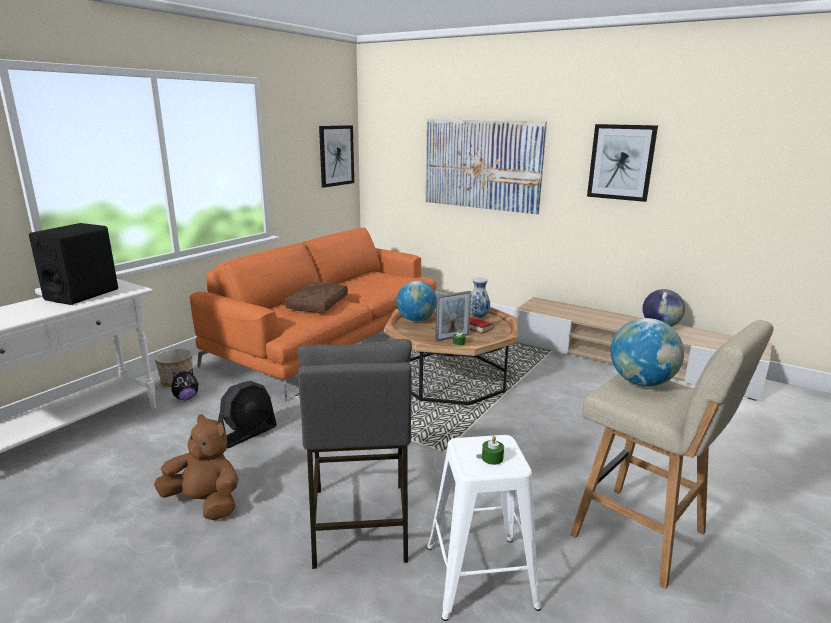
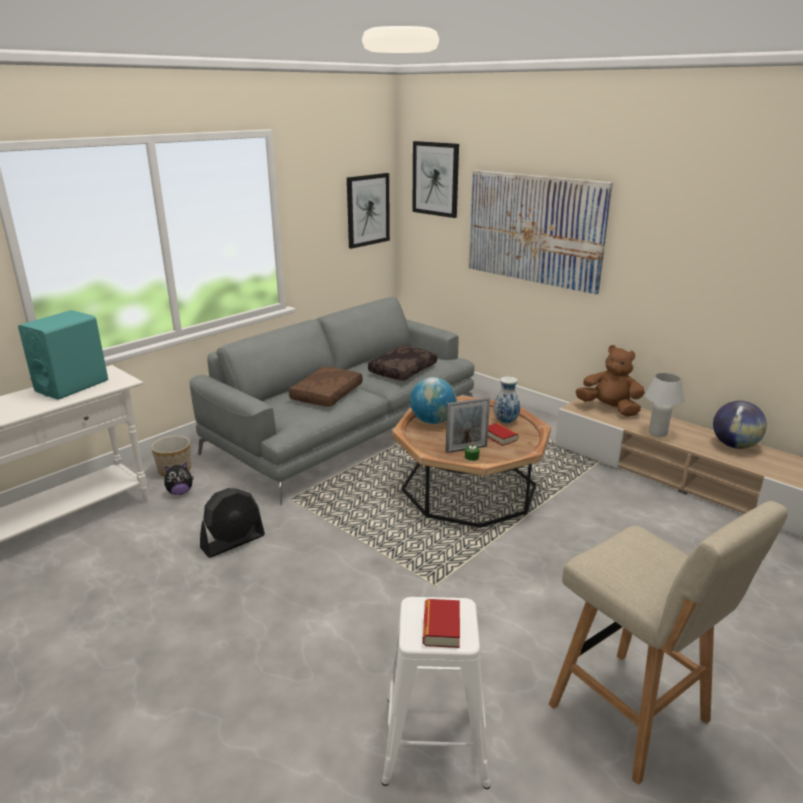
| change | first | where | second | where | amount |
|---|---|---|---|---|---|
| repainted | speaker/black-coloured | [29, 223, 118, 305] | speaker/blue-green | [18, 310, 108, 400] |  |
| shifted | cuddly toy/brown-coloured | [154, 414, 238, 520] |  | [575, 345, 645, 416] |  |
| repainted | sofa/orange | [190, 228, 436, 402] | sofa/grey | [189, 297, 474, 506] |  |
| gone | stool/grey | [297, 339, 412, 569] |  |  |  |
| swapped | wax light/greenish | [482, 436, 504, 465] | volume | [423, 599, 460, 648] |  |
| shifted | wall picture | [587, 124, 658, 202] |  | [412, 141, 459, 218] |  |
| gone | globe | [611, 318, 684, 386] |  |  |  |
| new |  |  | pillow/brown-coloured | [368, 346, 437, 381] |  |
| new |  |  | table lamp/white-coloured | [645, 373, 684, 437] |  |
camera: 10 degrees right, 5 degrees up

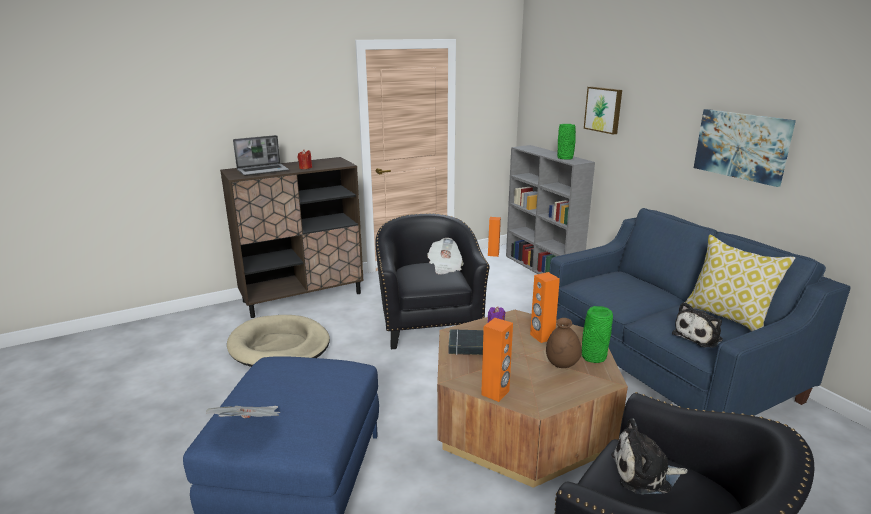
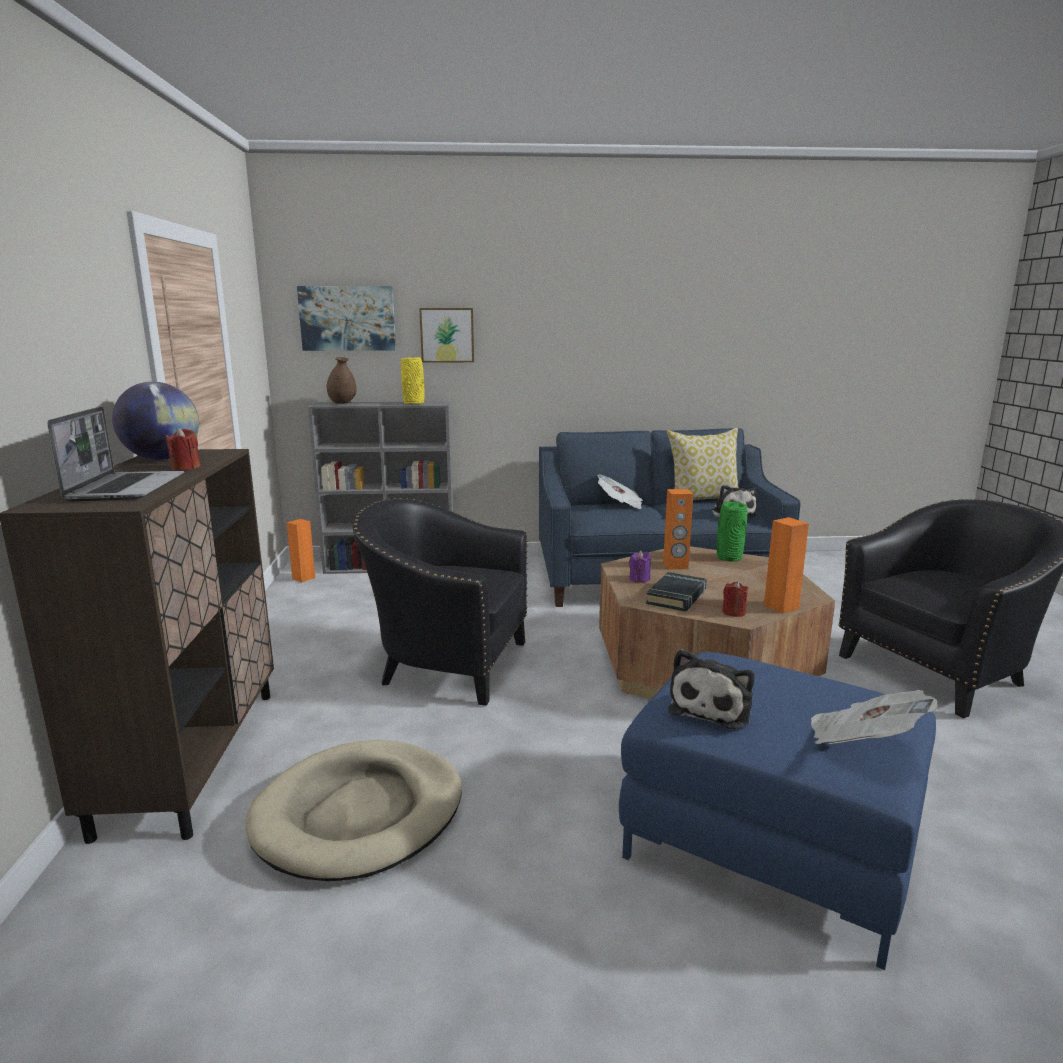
| change | first | where | second | where | amount |
|---|---|---|---|---|---|
| shifted | printed paper | [427, 238, 464, 274] |  | [597, 474, 643, 509] |  |
| shifted | flower vase/brown-coloured | [546, 318, 582, 368] |  | [327, 357, 357, 404] |  |
| repainted | flower vase/greenish | [557, 124, 576, 160] | flower vase/yellowish | [401, 357, 425, 404] |  |
| shifted | cuddly toy | [611, 418, 688, 494] |  | [668, 649, 755, 729] |  |
| shifted | wall picture | [694, 109, 796, 187] |  | [297, 286, 396, 351] |  |
| new |  |  | globe | [112, 382, 199, 460] |  |
| new |  |  | wax light/red | [722, 581, 749, 617] |  |
camera: 65 degrees left, 5 degrees down

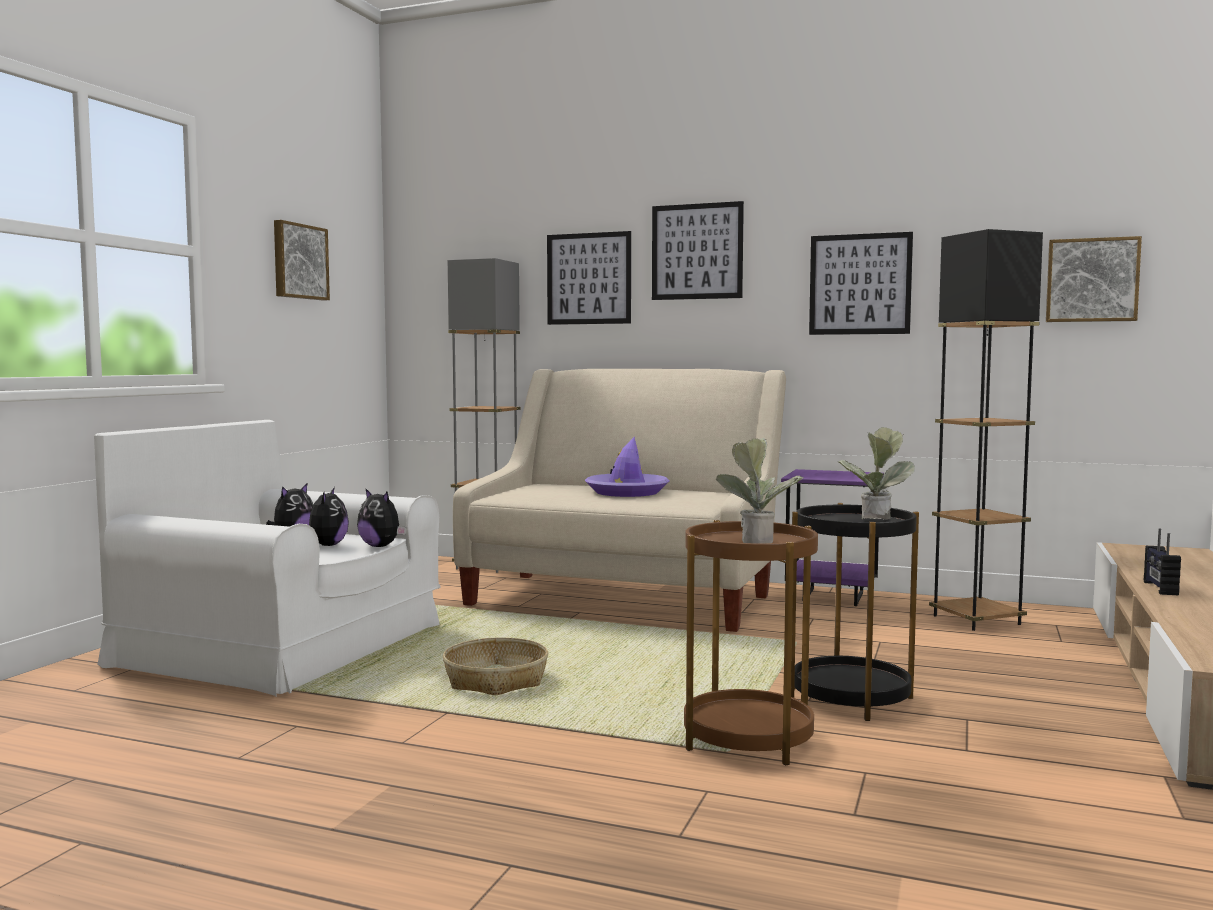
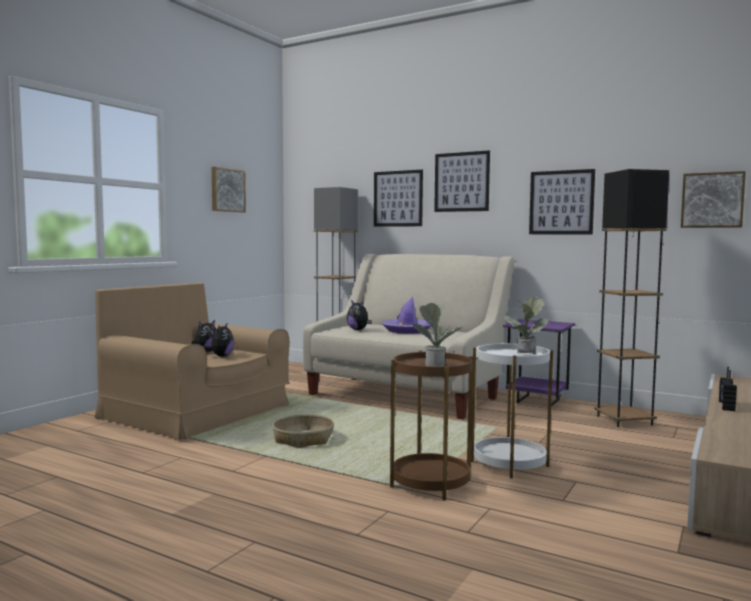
| change | first | where | second | where | amount |
|---|---|---|---|---|---|
| repainted | easy chair/white-coloured | [94, 420, 441, 696] | easy chair/brown-coloured | [94, 283, 290, 440] |  |
| shifted | cuddly toy | [357, 489, 406, 547] |  | [347, 300, 372, 330] |  |
| repainted | side table/black-coloured | [791, 503, 919, 721] | side table/white-coloured | [471, 342, 553, 478] |  |
camera: 10 degrees right, 0 degrees up

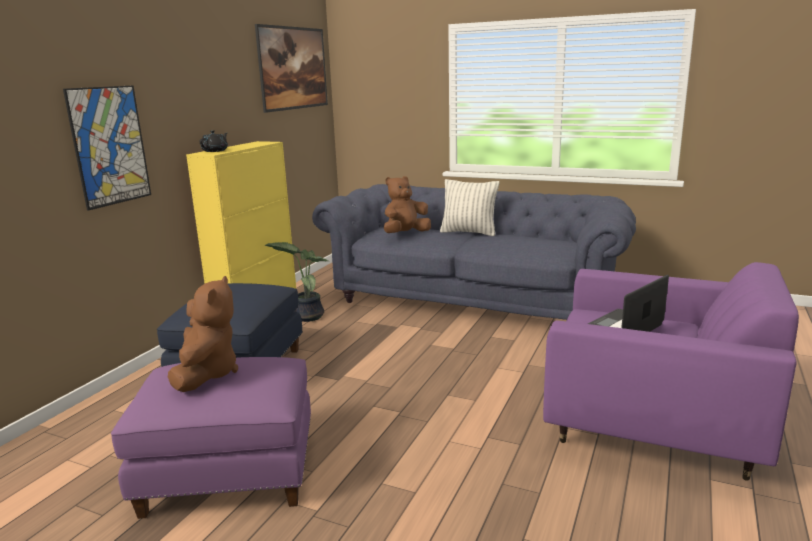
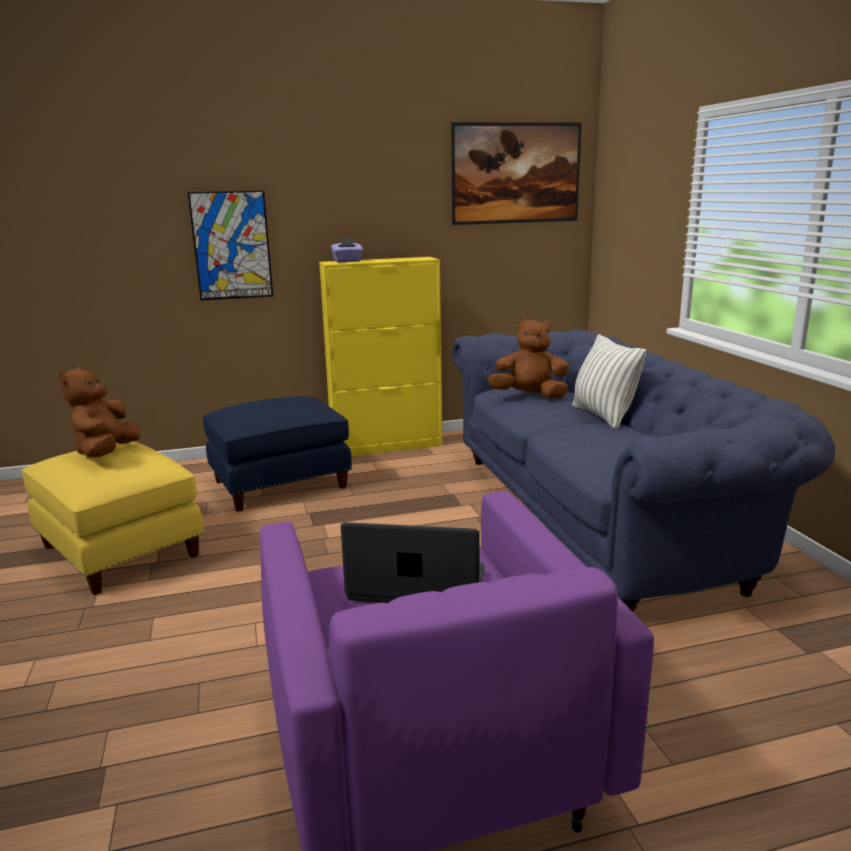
| change | first | where | second | where | amount |
|---|---|---|---|---|---|
| repainted | pouffe/purple-coloured | [111, 357, 311, 519] | pouffe/yellowish | [22, 441, 204, 595] |  |
| rotated | cuddly toy/brown-coloured | [168, 276, 238, 392] |  | [59, 366, 140, 457] | 135 degrees clockwise |
| swapped | teapot/black-coloured | [199, 130, 228, 152] | tissue box/purple-coloured | [331, 238, 363, 262] |  |
| gone | plant in a pot | [265, 242, 328, 322] |  |  |  |
camera: 50 degrees right, 0 degrees up

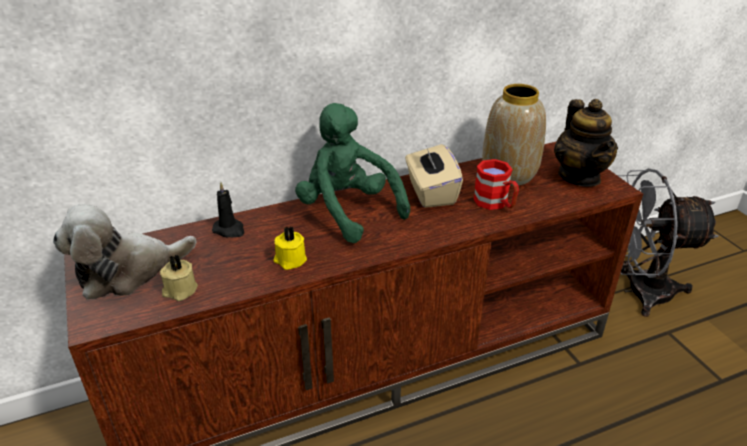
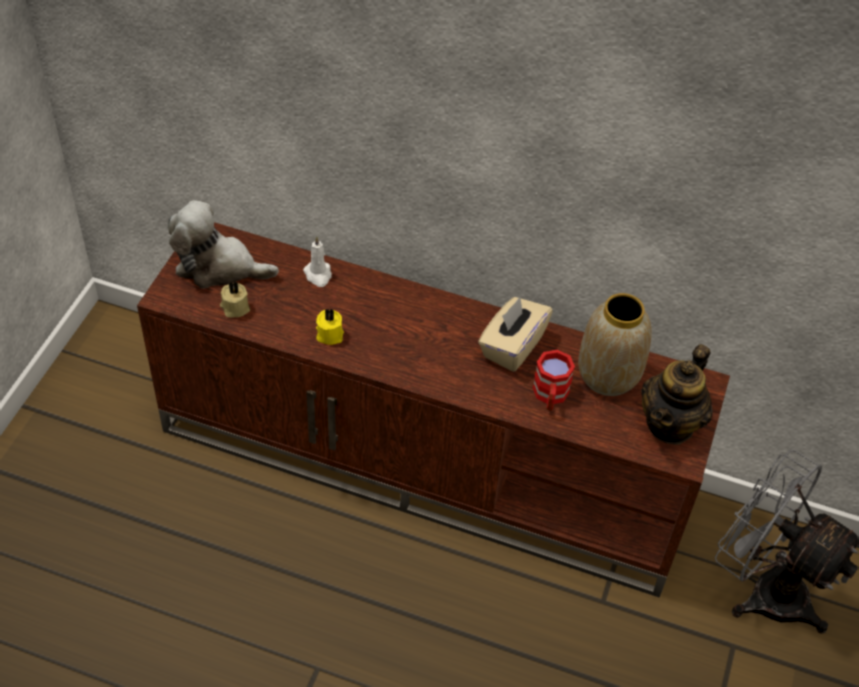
| change | first | where | second | where | amount |
|---|---|---|---|---|---|
| repainted | wax light/black-coloured | [212, 182, 244, 238] | wax light/white-coloured | [303, 236, 332, 287] |  |
| gone | cuddly toy/greenish | [295, 103, 410, 243] |  |  |  |
camera: 40 degrees right, 15 degrees up

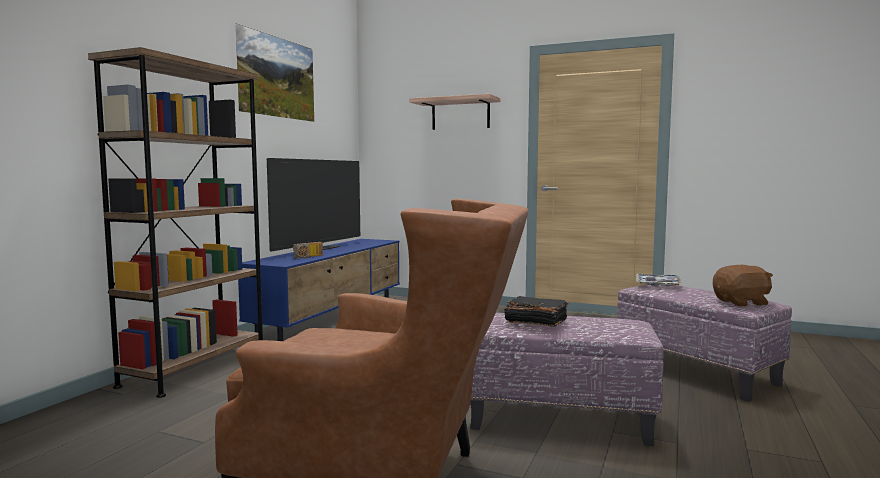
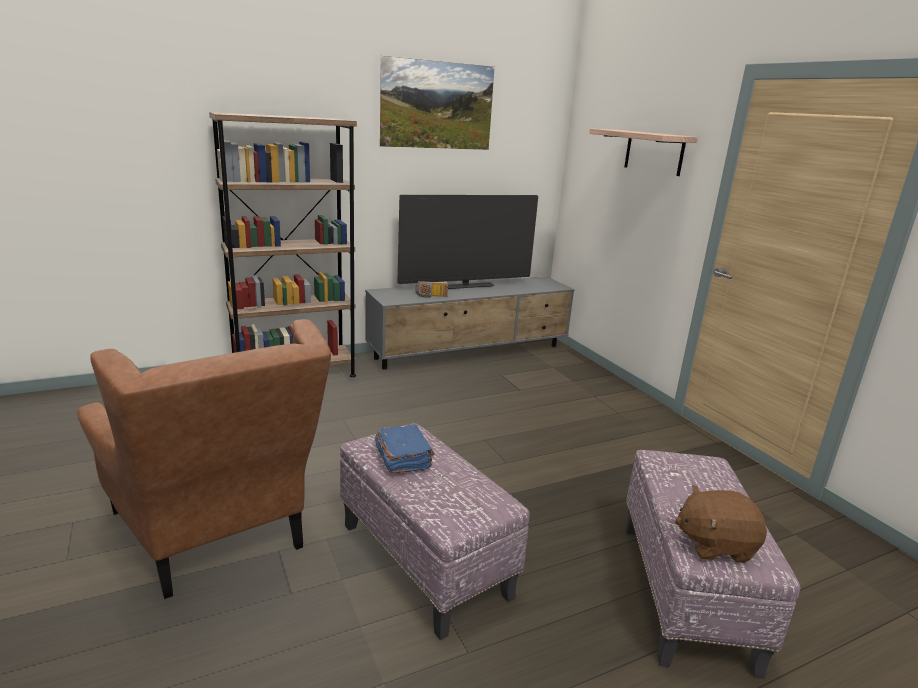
| change | first | where | second | where | amount |
|---|---|---|---|---|---|
| repainted | tv stand/bluish | [238, 239, 400, 341] | tv stand/grey | [365, 276, 575, 369] |  |
| repainted | volume/black-coloured | [504, 296, 568, 327] | volume/bluish | [375, 424, 435, 474] |  |
| gone | serving tray | [636, 274, 682, 286] |  |  |  |
| rotated | cuddly toy/brown-coloured | [713, 265, 773, 306] |  | [675, 485, 767, 563] | 150 degrees clockwise |
camera: 40 degrees right, 15 degrees up

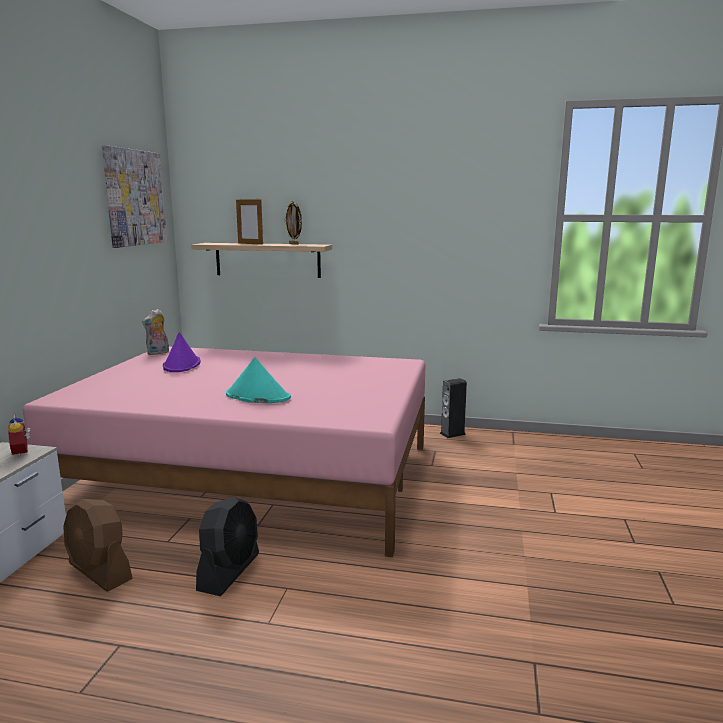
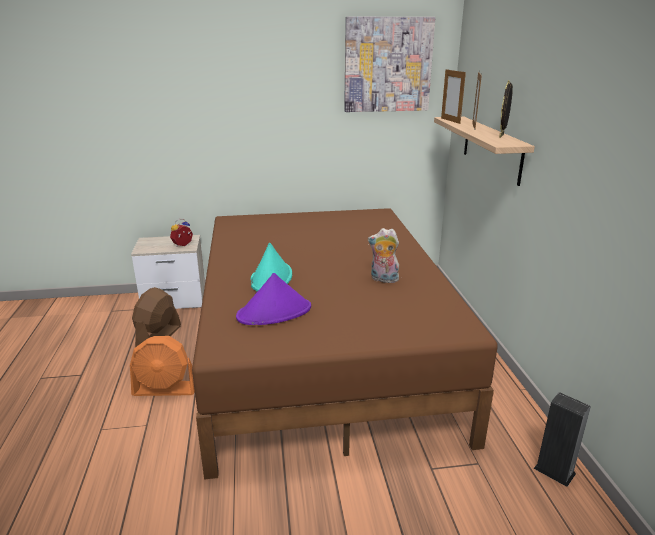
| change | first | where | second | where | amount |
|---|---|---|---|---|---|
| repainted | sleeping bed/pink-coloured | [23, 347, 425, 557] | sleeping bed/brown-coloured | [192, 208, 498, 480] |  |
| shifted | cuddly toy | [142, 309, 169, 355] |  | [368, 228, 399, 283] |  |
| shifted | hat/purple-coloured | [163, 332, 201, 372] |  | [236, 273, 311, 325] |  |
| repainted | cooling fan/black-coloured | [196, 497, 259, 596] | cooling fan/orange | [130, 336, 195, 396] |  |
| new |  |  | standing frame | [441, 68, 466, 124] |  |
camera: 70 degrees right, 10 degrees up

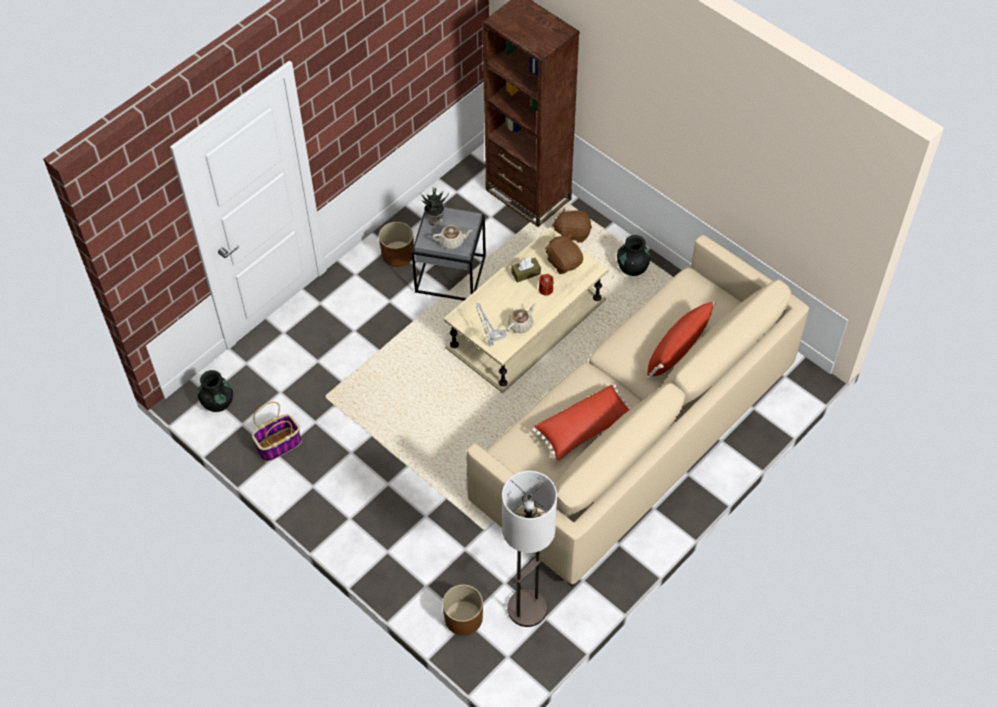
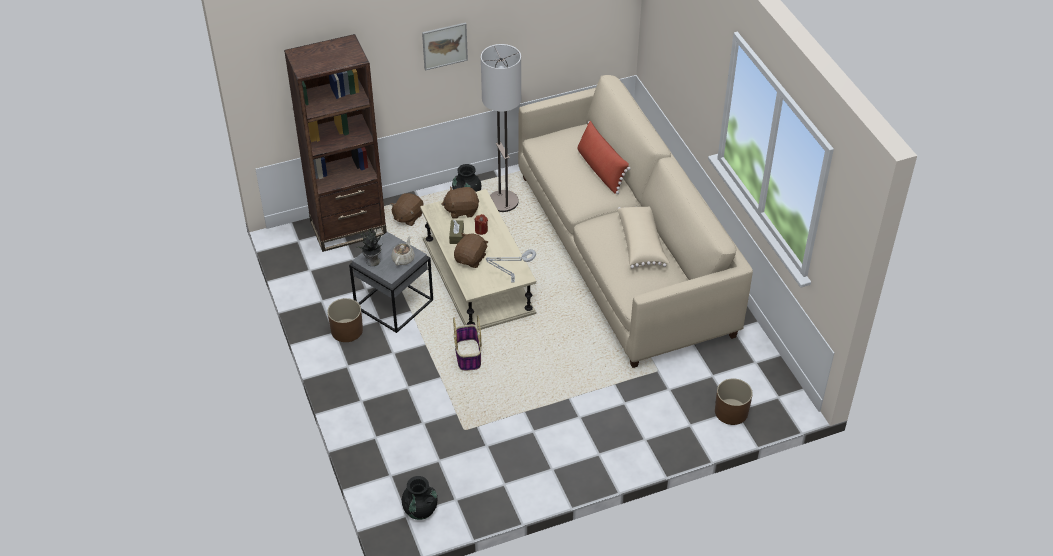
| change | first | where | second | where | amount |
|---|---|---|---|---|---|
| shifted | basket | [252, 402, 302, 462] |  | [453, 315, 482, 371] |  |
| shifted | floor lamp | [502, 471, 557, 627] |  | [481, 44, 521, 212] |  |
| gone | teapot/beige | [506, 303, 536, 333] |  |  |  |
| repainted | pillow/red | [532, 384, 632, 461] | pillow/beige | [618, 207, 669, 269] |  |
| new |  |  | wall picture | [422, 22, 468, 71] |  |
| new |  |  | cuddly toy/brown-coloured | [454, 233, 488, 268] |  |
camera: 65 degrees left, 10 degrees down

